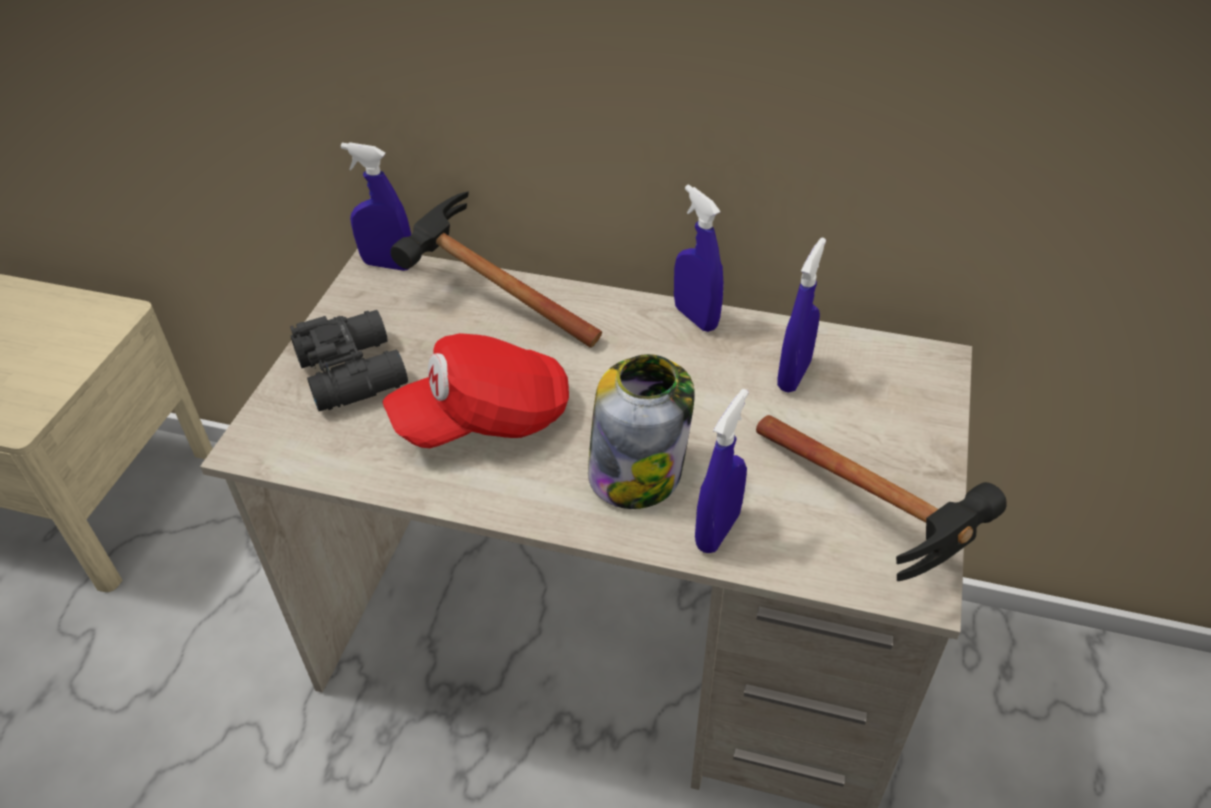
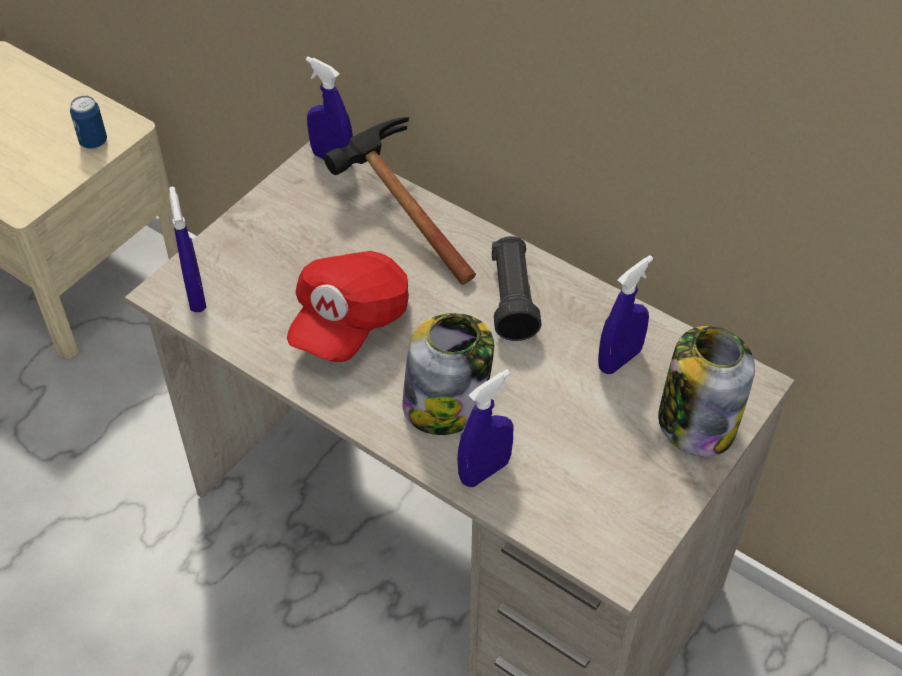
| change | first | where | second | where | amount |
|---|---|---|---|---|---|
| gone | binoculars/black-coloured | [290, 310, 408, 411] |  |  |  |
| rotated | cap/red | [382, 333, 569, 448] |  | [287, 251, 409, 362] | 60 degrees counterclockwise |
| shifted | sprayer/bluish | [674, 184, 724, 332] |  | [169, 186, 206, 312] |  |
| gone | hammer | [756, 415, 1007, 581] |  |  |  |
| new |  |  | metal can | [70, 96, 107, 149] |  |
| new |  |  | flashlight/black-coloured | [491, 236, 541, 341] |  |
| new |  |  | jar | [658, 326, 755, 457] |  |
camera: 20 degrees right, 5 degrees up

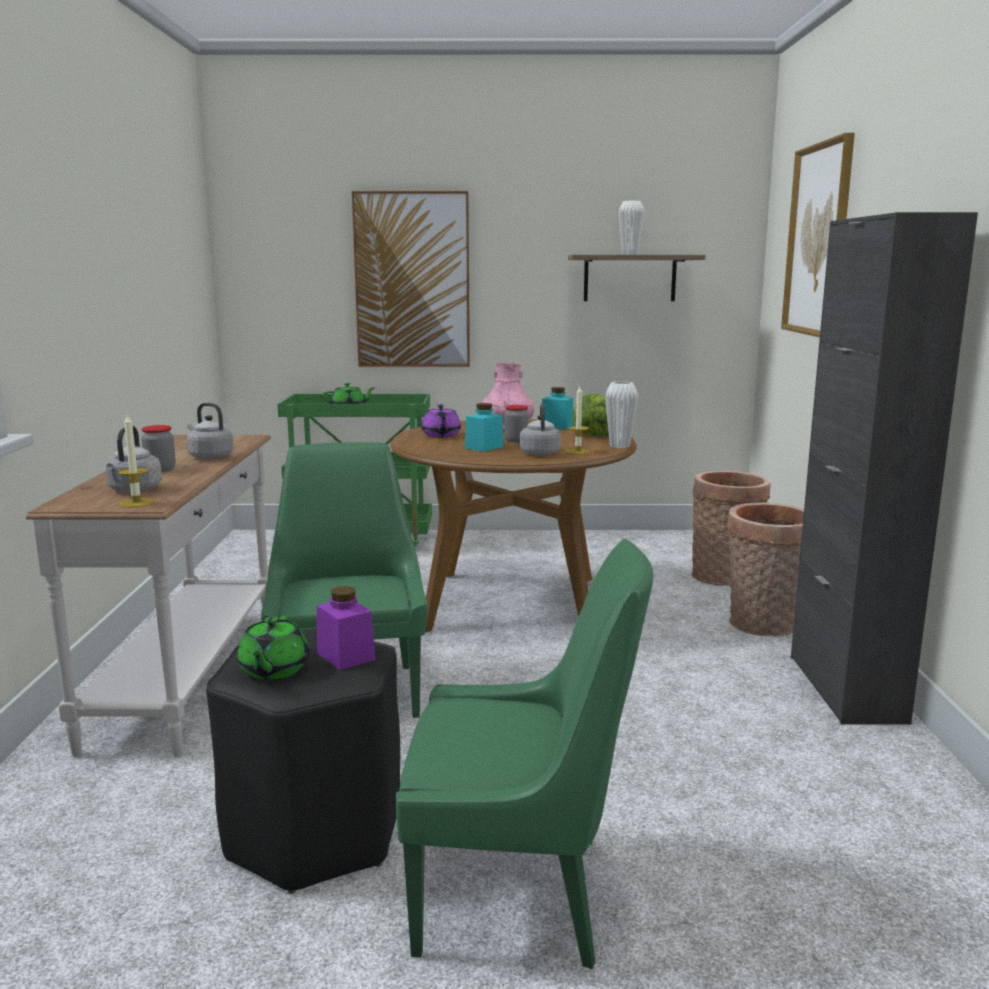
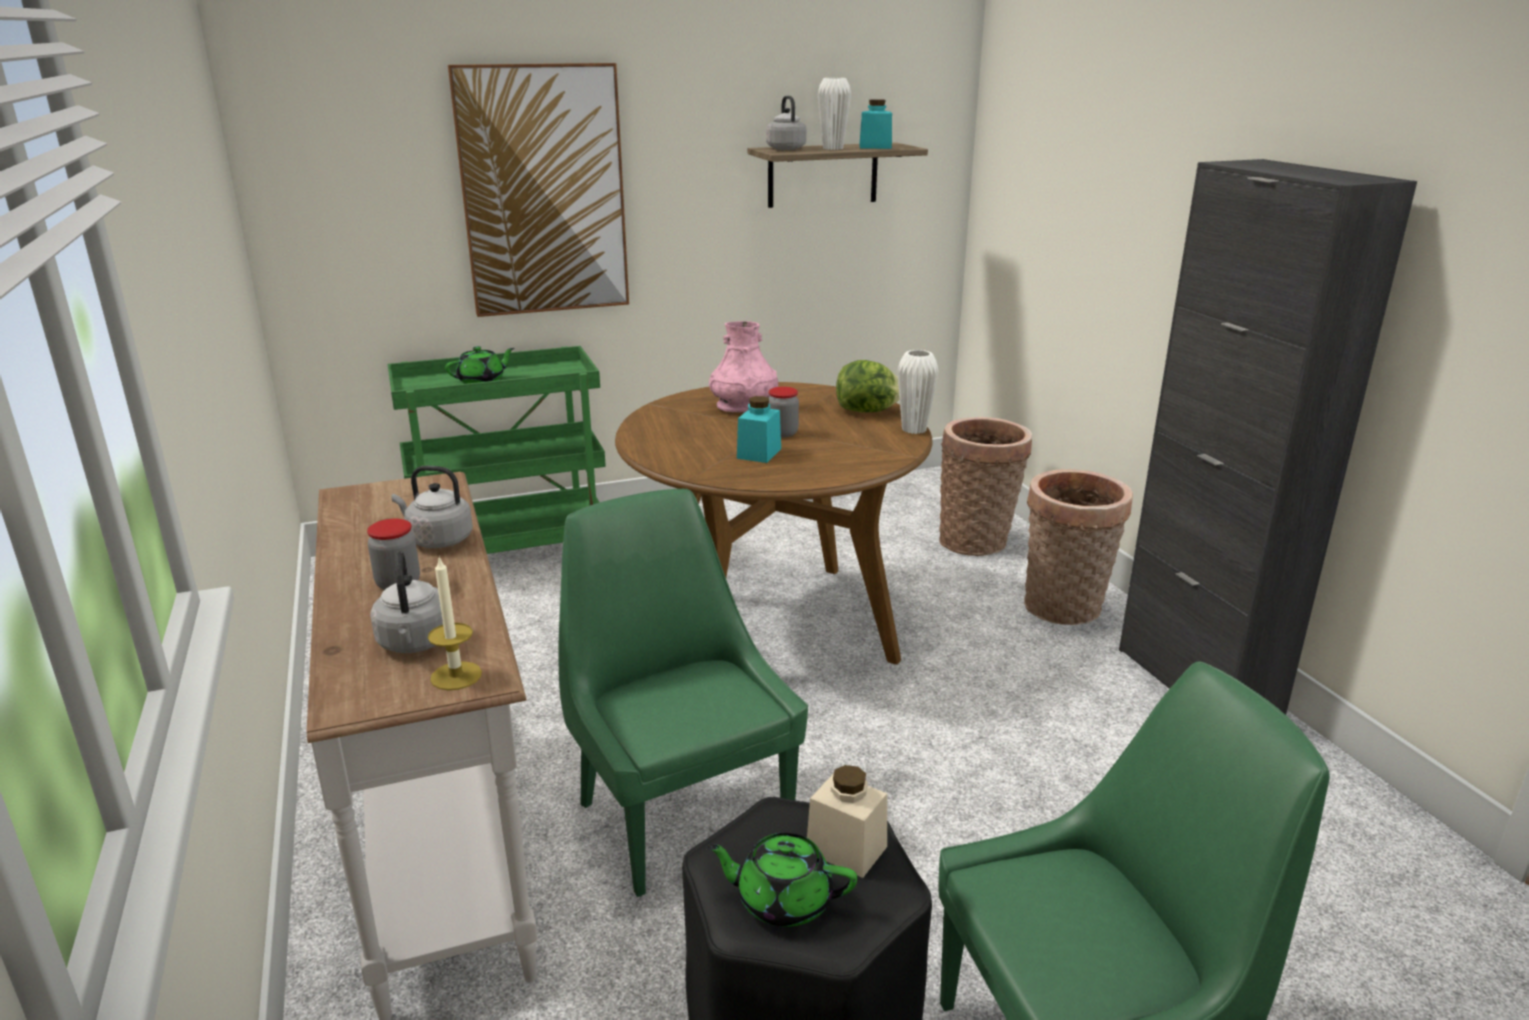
| change | first | where | second | where | amount |
|---|---|---|---|---|---|
| rotated | teapot/greenish | [237, 616, 310, 680] |  | [706, 832, 857, 927] | 120 degrees clockwise |
| repainted | jar/purple-coloured | [317, 586, 375, 670] | jar/beige | [807, 765, 887, 878] |  |
| gone | teapot/purple-coloured | [421, 404, 461, 437] |  |  |  |
| shifted | water kettle/grey | [520, 403, 561, 456] |  | [766, 96, 807, 150] |  |
| shifted | jar/blue-green | [542, 387, 574, 429] |  | [859, 99, 892, 149] |  |
| gone | wax light | [566, 385, 590, 454] |  |  |  |
| gone | wall picture | [781, 133, 855, 337] |  |  |  |
camera: 20 degrees left, 10 degrees up

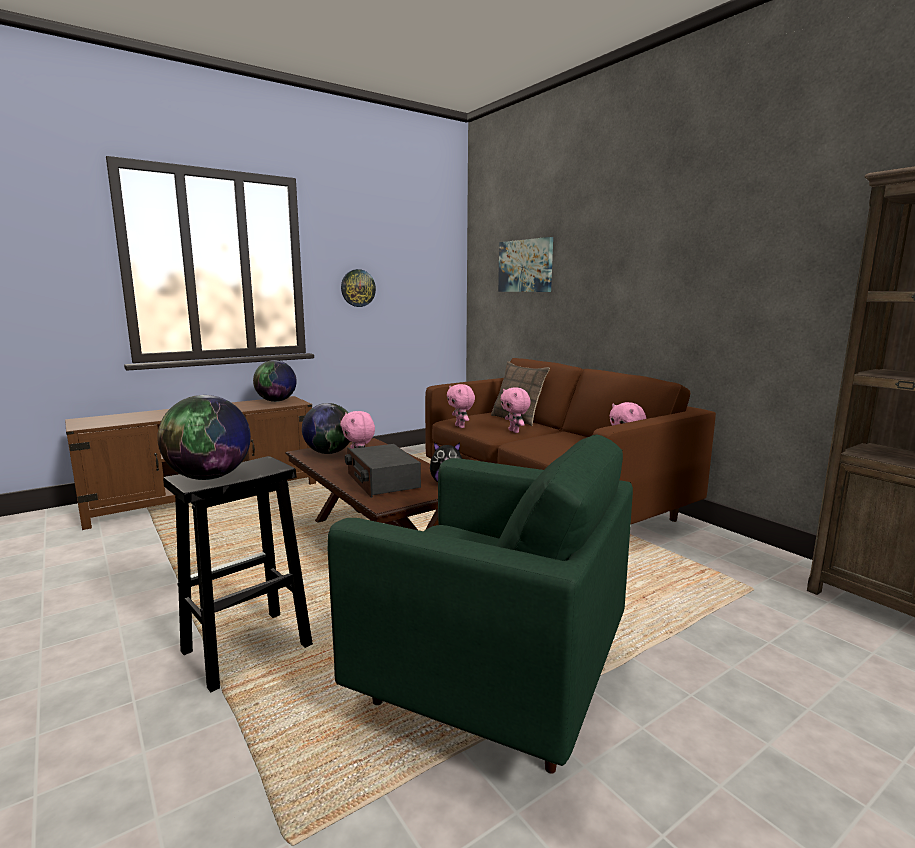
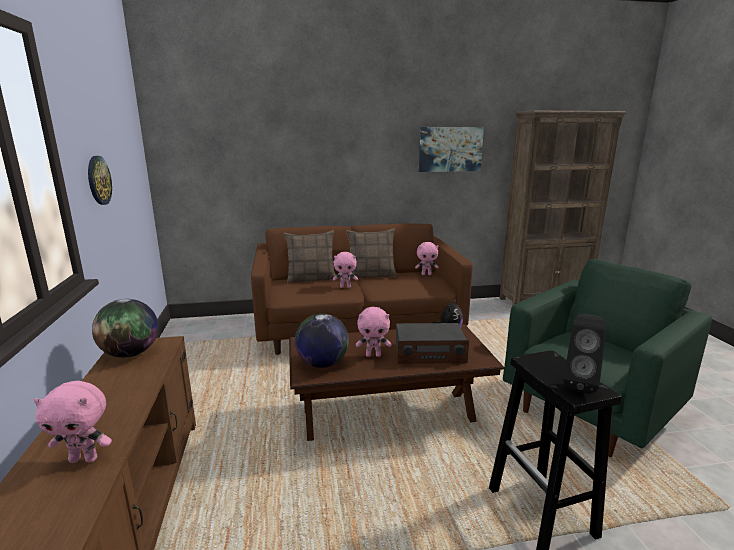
| change | first | where | second | where | amount |
|---|---|---|---|---|---|
| swapped | globe | [157, 395, 251, 480] | speaker/black-coloured | [563, 314, 607, 394] |  |
| shifted | cuddly toy/pink-coloured | [447, 384, 475, 428] |  | [34, 381, 112, 463] |  |
| shifted | wall picture | [498, 237, 553, 292] |  | [419, 127, 484, 172] |  |
| new |  |  | pillow | [346, 228, 397, 279] |  |
camera: 65 degrees left, 5 degrees up

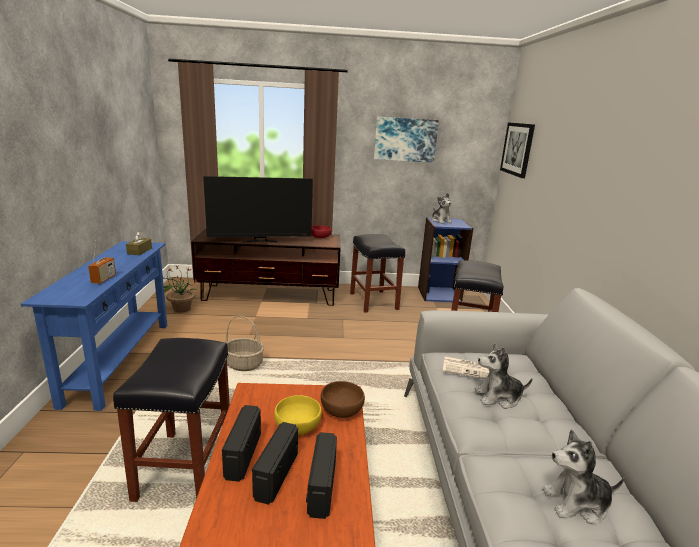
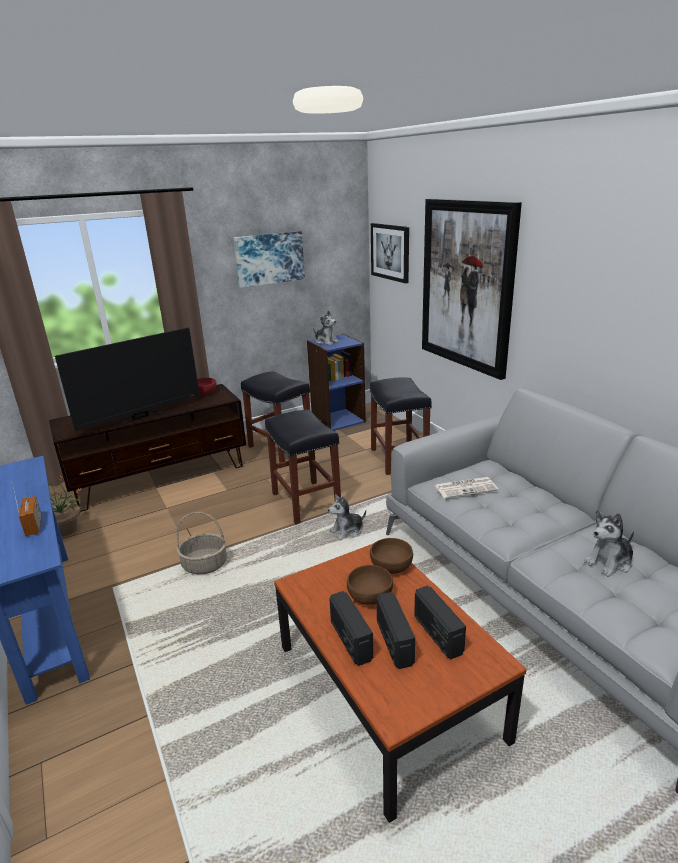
| change | first | where | second | where | amount |
|---|---|---|---|---|---|
| shifted | stool/black-coloured | [113, 338, 230, 502] |  | [265, 410, 341, 524] |  |
| gone | tissue box/brown-coloured | [126, 231, 152, 255] |  |  |  |
| repainted | serving bowl/yellowish | [274, 395, 322, 435] | serving bowl/brown-coloured | [347, 565, 393, 605] |  |
| shifted | cuddly toy | [475, 343, 532, 409] |  | [328, 494, 366, 540] |  |
| new |  |  | wall picture | [422, 199, 522, 380] |  |
camera: 25 degrees left, 5 degrees up

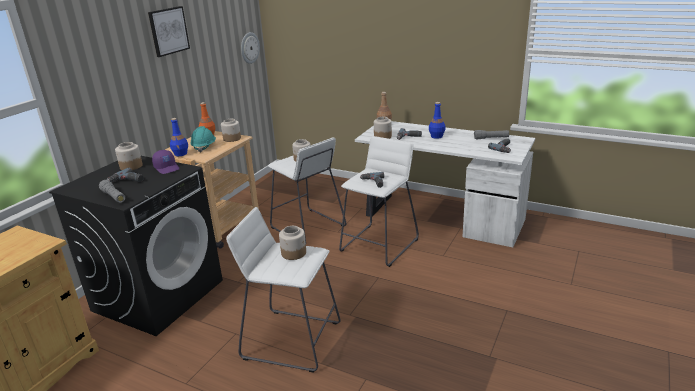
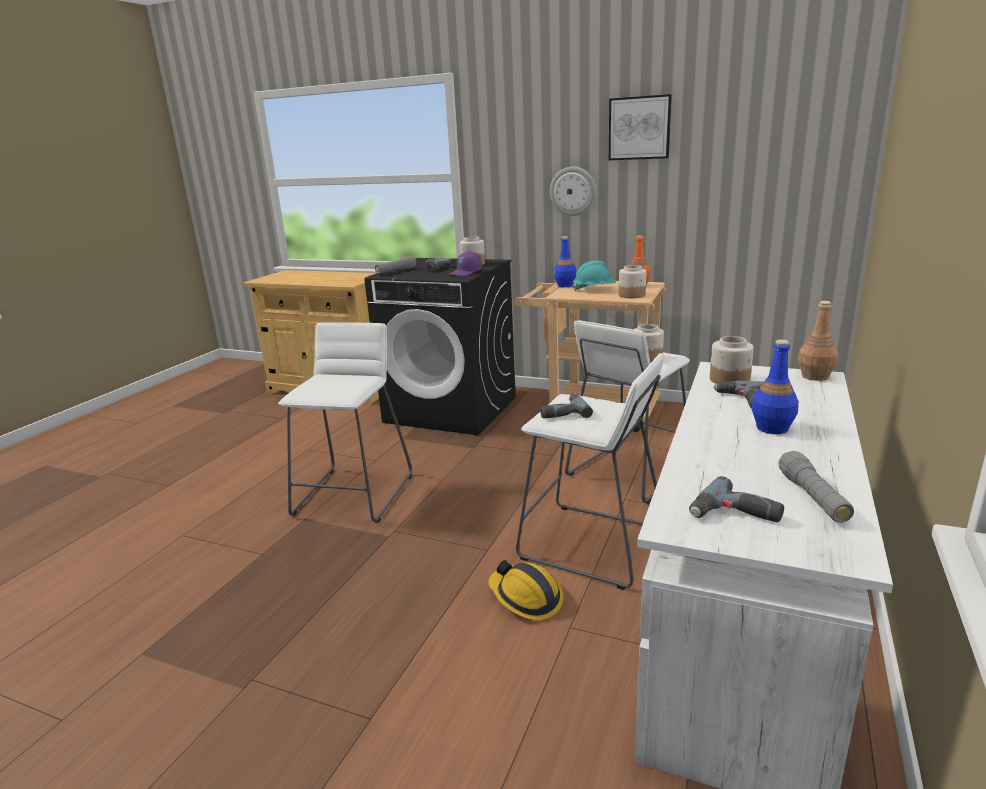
| change | first | where | second | where | amount |
|---|---|---|---|---|---|
| shifted | hanging clock | [241, 32, 260, 64] |  | [550, 166, 596, 216] |  |
| gone | jar | [279, 226, 306, 260] |  |  |  |
| new |  |  | safety helmet | [489, 560, 564, 620] |  |
camera: 85 degrees right, 5 degrees down

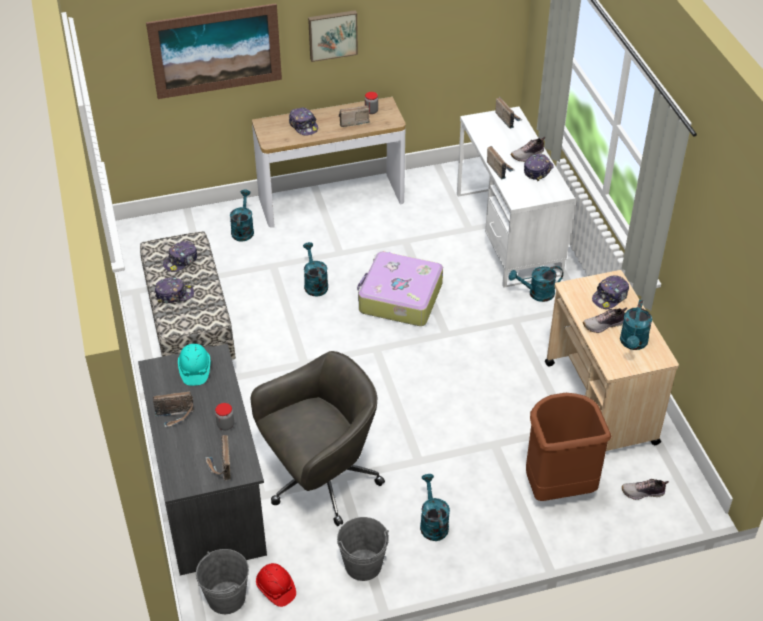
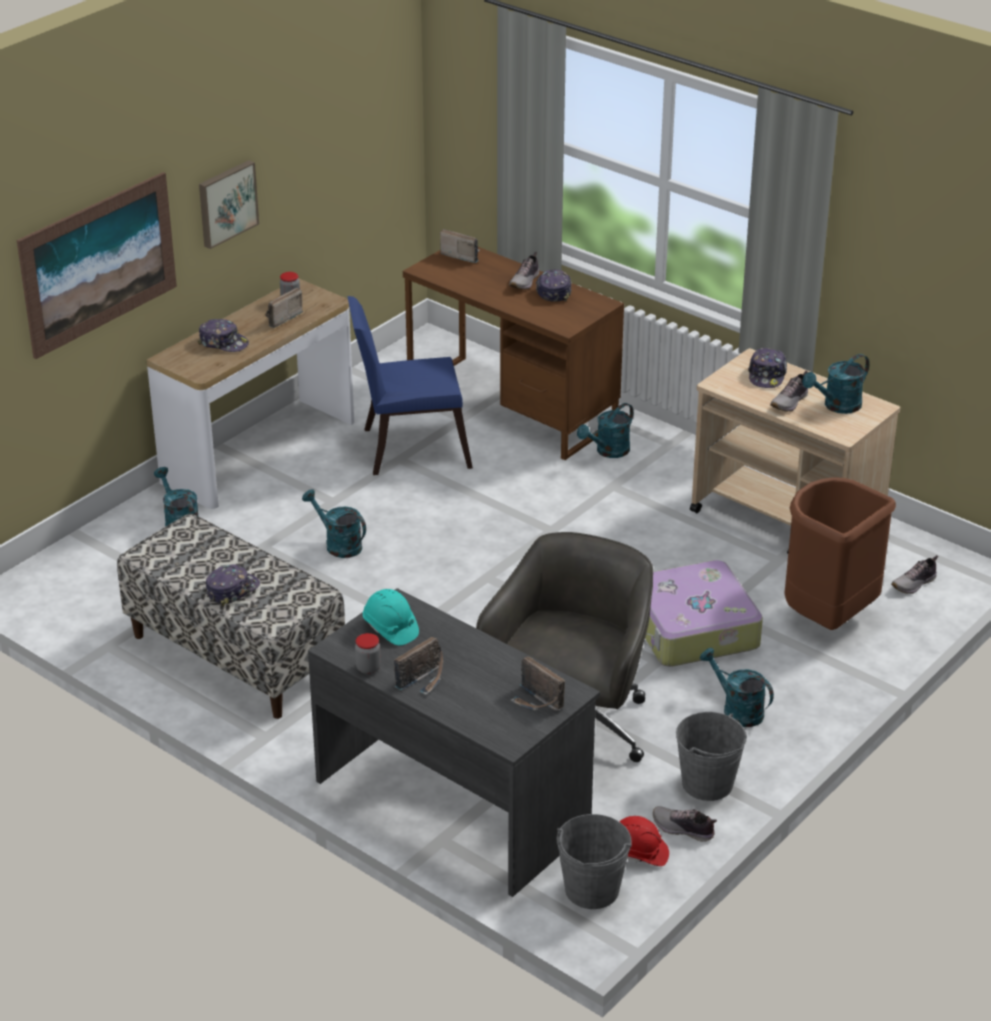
| change | first | where | second | where | amount |
|---|---|---|---|---|---|
| gone | cap | [163, 241, 197, 272] |  |  |  |
| shifted | jar | [215, 403, 234, 430] |  | [355, 633, 381, 674] |  |
| shifted | travel case | [357, 252, 443, 326] |  | [644, 560, 763, 667] |  |
| repainted | desk/white-coloured | [457, 106, 575, 288] | desk/brown-coloured | [403, 247, 624, 460] |  |
| gone | radio set | [487, 146, 514, 180] |  |  |  |
| rotated | watering can/blue-green | [620, 300, 652, 350] |  | [802, 354, 869, 414] | 75 degrees clockwise |
| new |  |  | chair/bluish | [347, 296, 473, 475] |  |
| new |  |  | item of footwear | [653, 806, 717, 842] |  |
camera: 35 degrees left, 10 degrees down

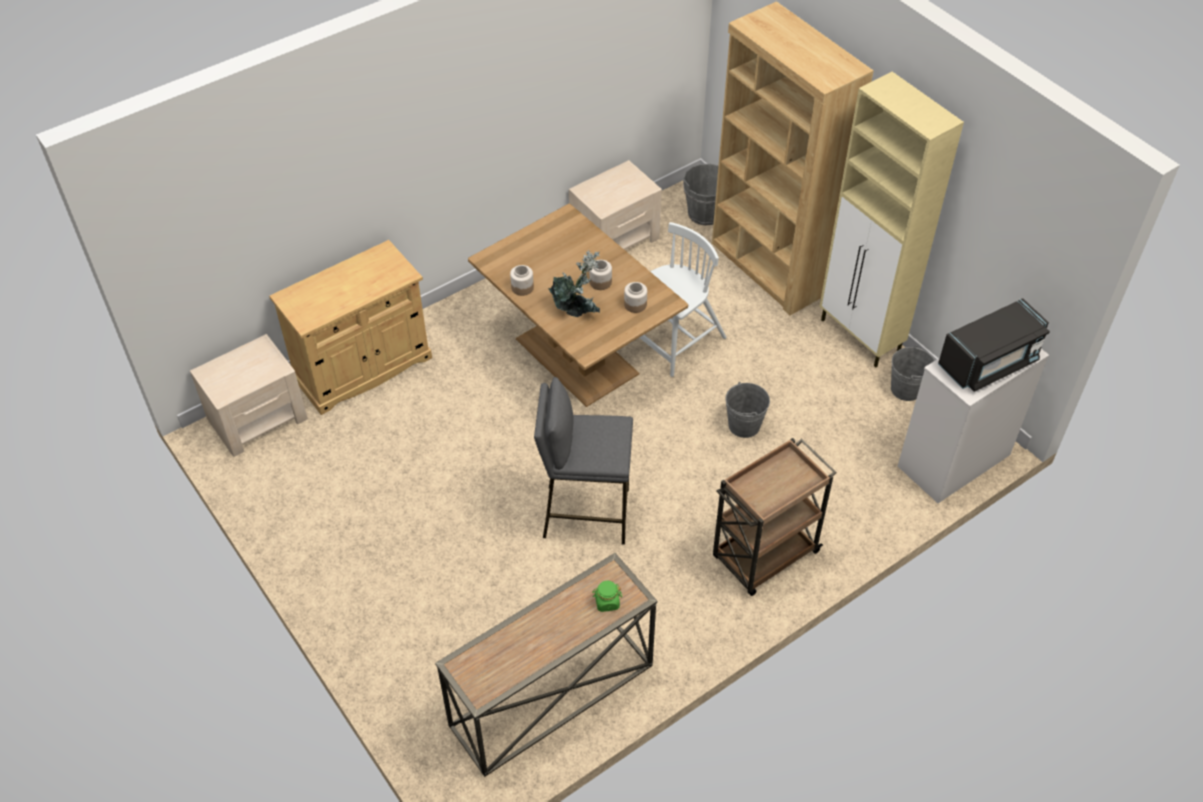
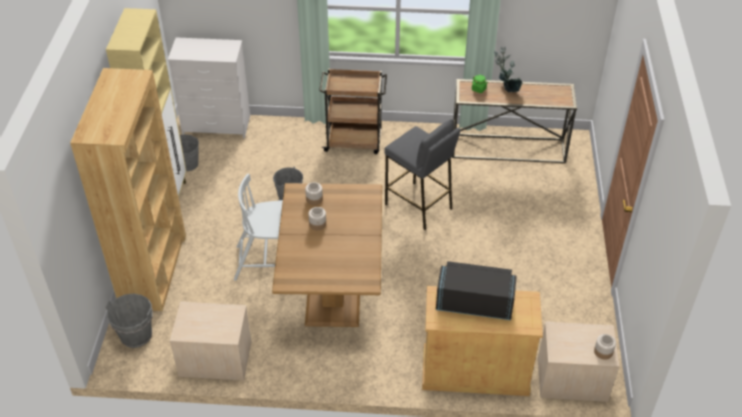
| change | first | where | second | where | amount |
|---|---|---|---|---|---|
| shifted | jar | [510, 265, 534, 296] |  | [594, 334, 616, 360] |  |
| shifted | plant in a pot | [548, 250, 600, 317] |  | [494, 47, 522, 92] |  |
| shifted | kitchen microwave/black-coloured | [938, 298, 1050, 392] |  | [436, 261, 517, 320] |  |
camera: 140 degrees left, 5 degrees down

